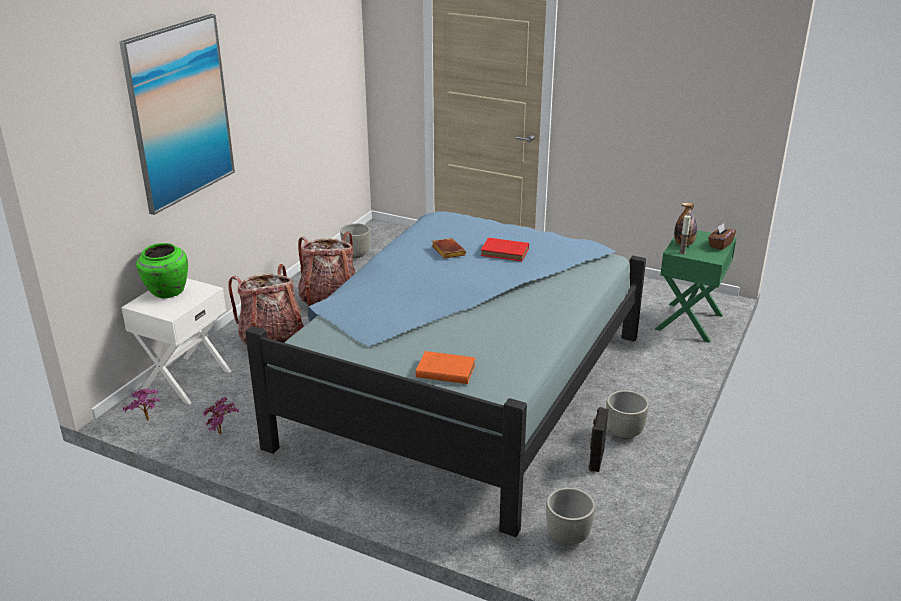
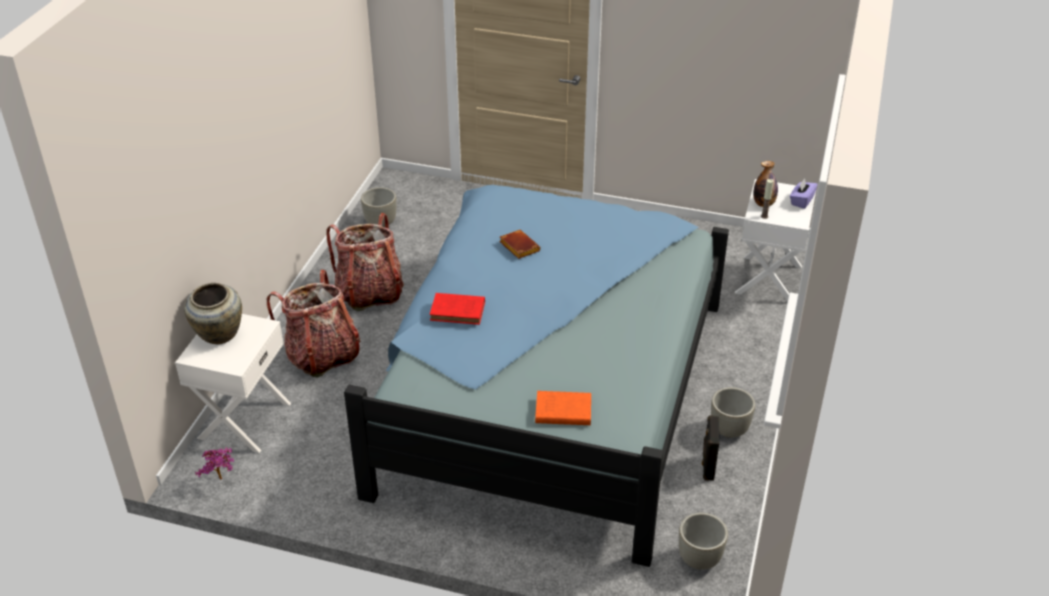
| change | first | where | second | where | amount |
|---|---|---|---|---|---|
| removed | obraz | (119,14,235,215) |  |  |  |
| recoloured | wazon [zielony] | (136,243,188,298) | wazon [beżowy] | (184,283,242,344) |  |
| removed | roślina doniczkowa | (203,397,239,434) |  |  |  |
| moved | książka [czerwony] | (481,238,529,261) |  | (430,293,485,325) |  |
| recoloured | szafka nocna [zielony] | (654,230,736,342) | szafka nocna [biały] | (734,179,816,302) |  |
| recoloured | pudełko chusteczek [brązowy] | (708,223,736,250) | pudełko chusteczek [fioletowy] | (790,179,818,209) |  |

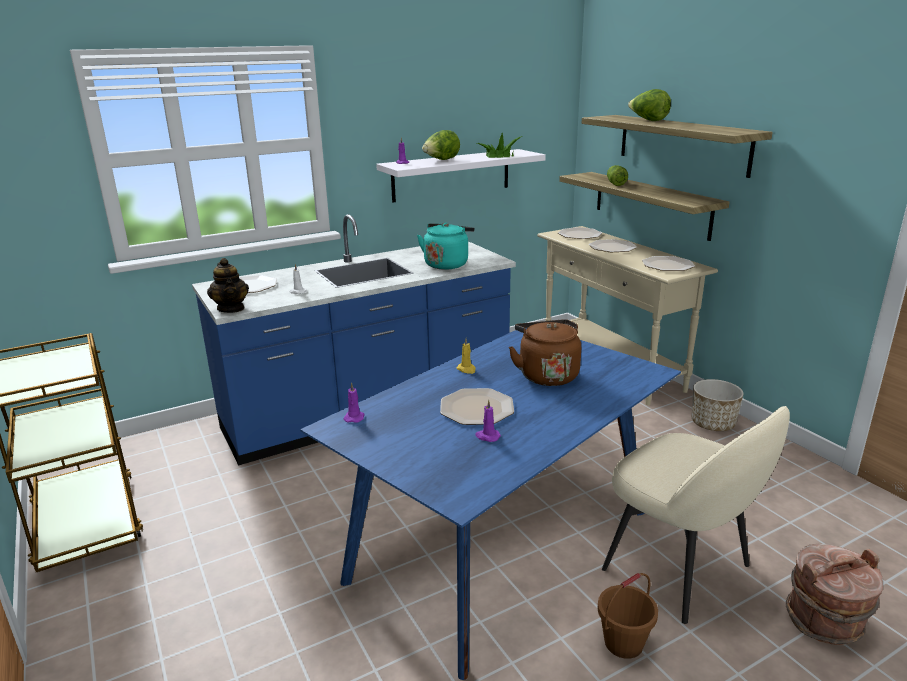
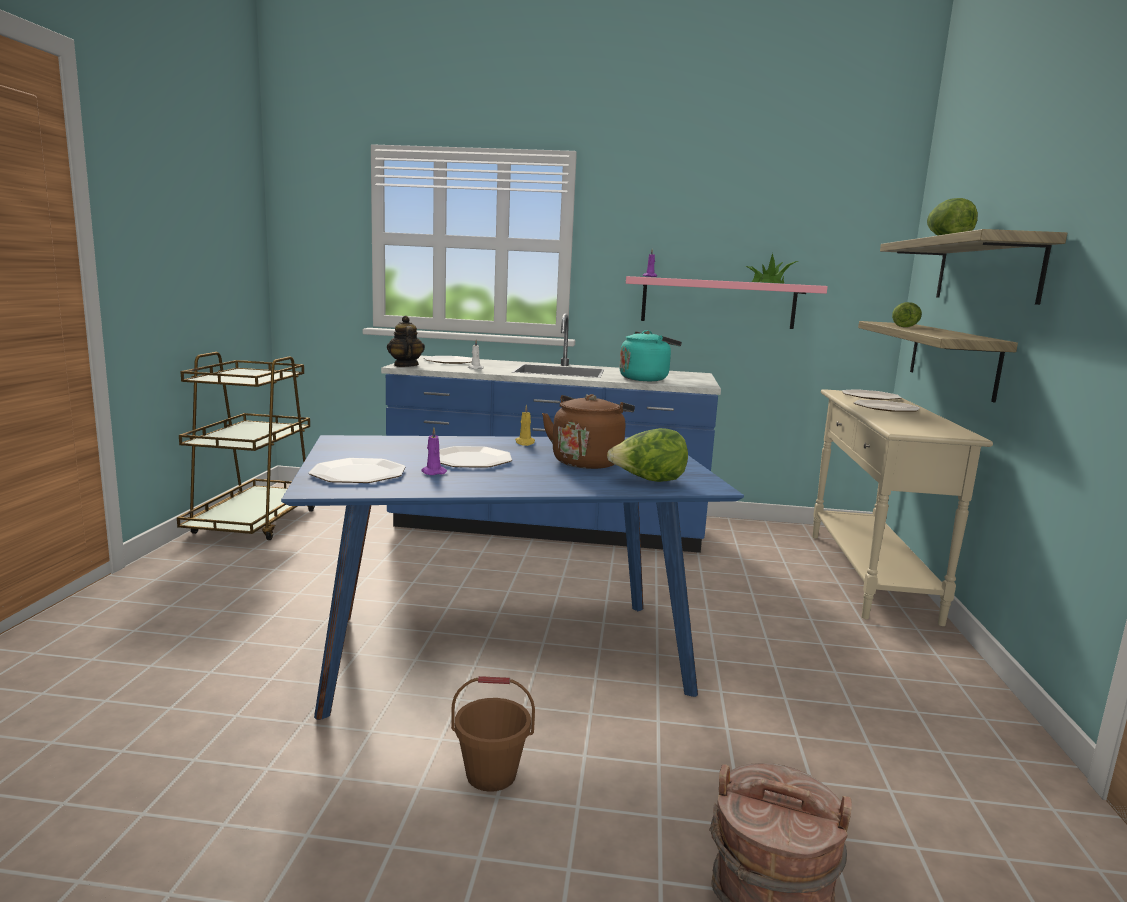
| change | first | where | second | where | amount |
|---|---|---|---|---|---|
| turned | imbryk | (207,258,249,313) |  | (387,316,425,367) | 150 degrees clockwise |
| removed | świeca [fioletowy] | (343,382,365,423) |  |  |  |
| recoloured | półka [biały] | (376,149,546,203) | półka [różowy] | (626,276,828,329) |  |
| moved | sałata | (422,130,460,160) |  | (607,428,688,482) |  |
| removed | krzesło [beżowy] | (602,406,790,624) |  |  |  |
| moved | talerz | (642,256,695,271) |  | (309,458,406,483) |  |
| removed | donica | (692,379,744,431) |  |  |  |

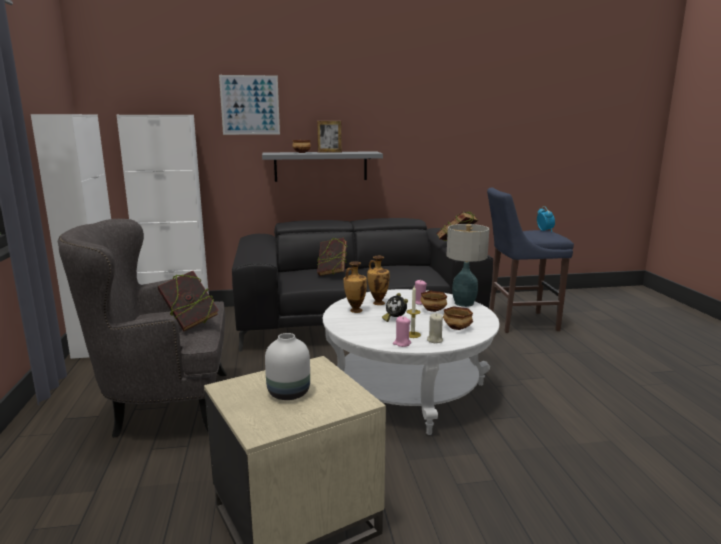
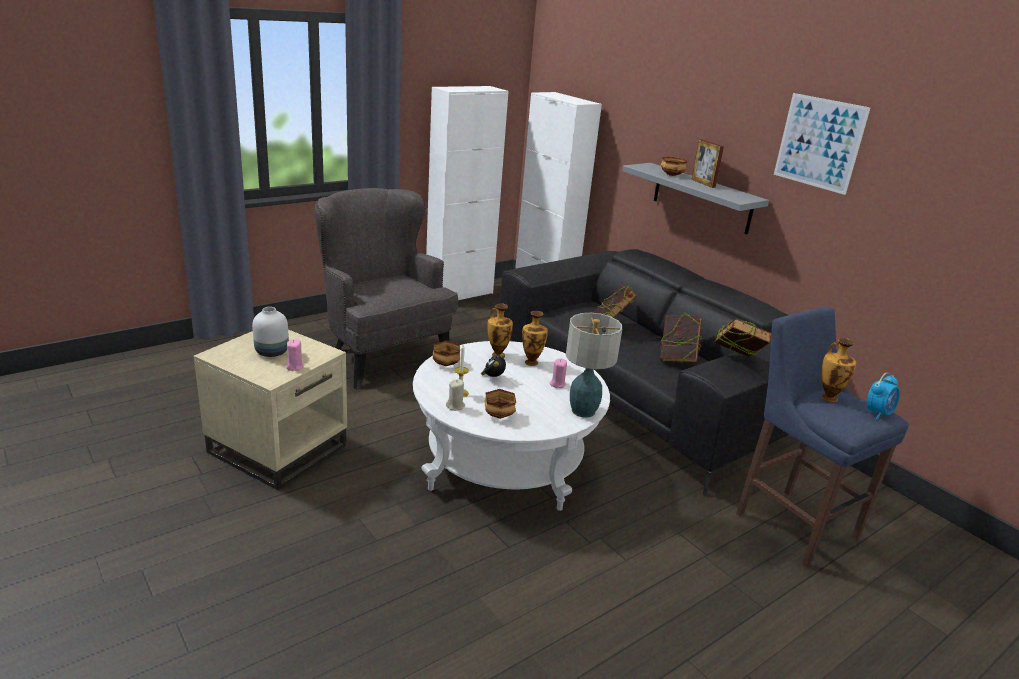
| change | first | where | second | where | amount |
|---|---|---|---|---|---|
| moved | książka | (158,271,219,332) |  | (660,313,703,363) |  |
| moved | obraz | (219,75,280,135) |  | (774,93,870,195) |  |
| moved | świeca [różowy] | (393,316,411,347) |  | (286,339,304,371) |  |
| moved | miska | (420,291,447,312) |  | (433,341,460,366) |  |
| added |  |  | wazon | (821,338,856,403) |  |

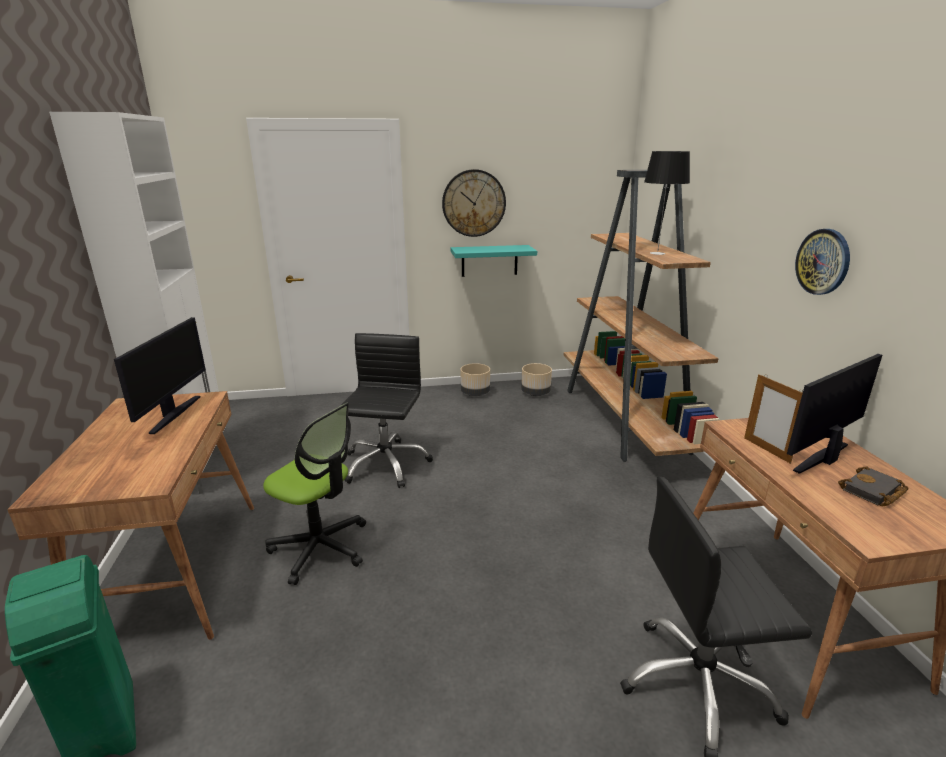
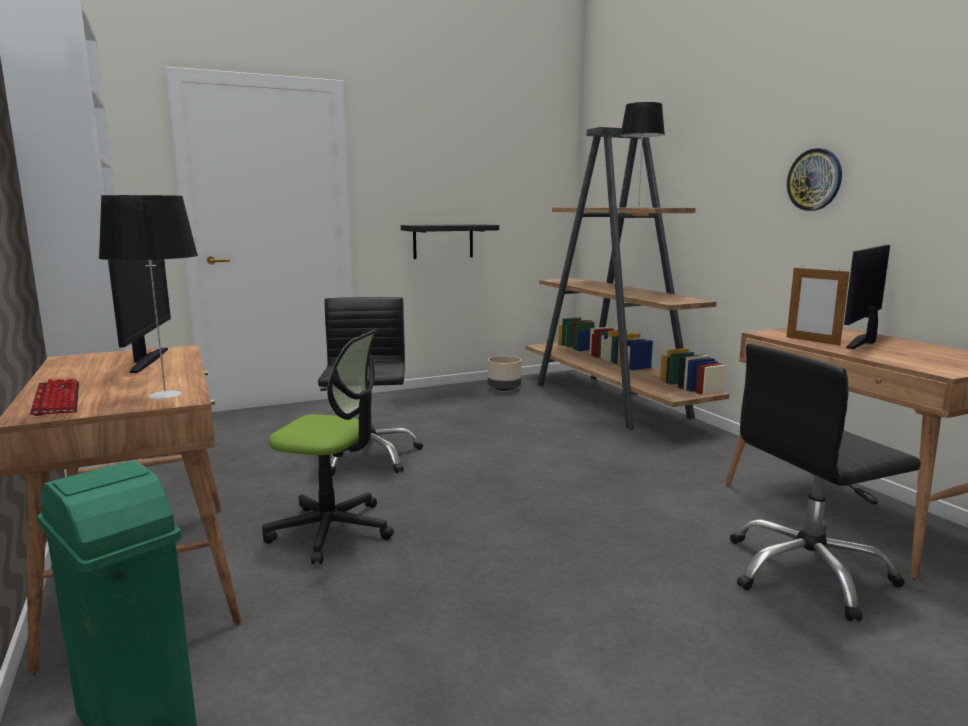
| change | first | where | second | where | amount |
|---|---|---|---|---|---|
| removed | zegar ścienny | (442,169,506,237) |  |  |  |
| recoloured | półka [turkusowy] | (451,245,537,277) | półka [czarny] | (401,224,499,259) |  |
| removed | donica [beżowy] | (460,363,490,396) |  |  |  |
| removed | książka [czarny] | (838,466,909,506) |  |  |  |
| added |  |  | klawiatura | (30,379,79,416) |  |
| added |  |  | lampa stołowa | (99,195,198,399) |  |

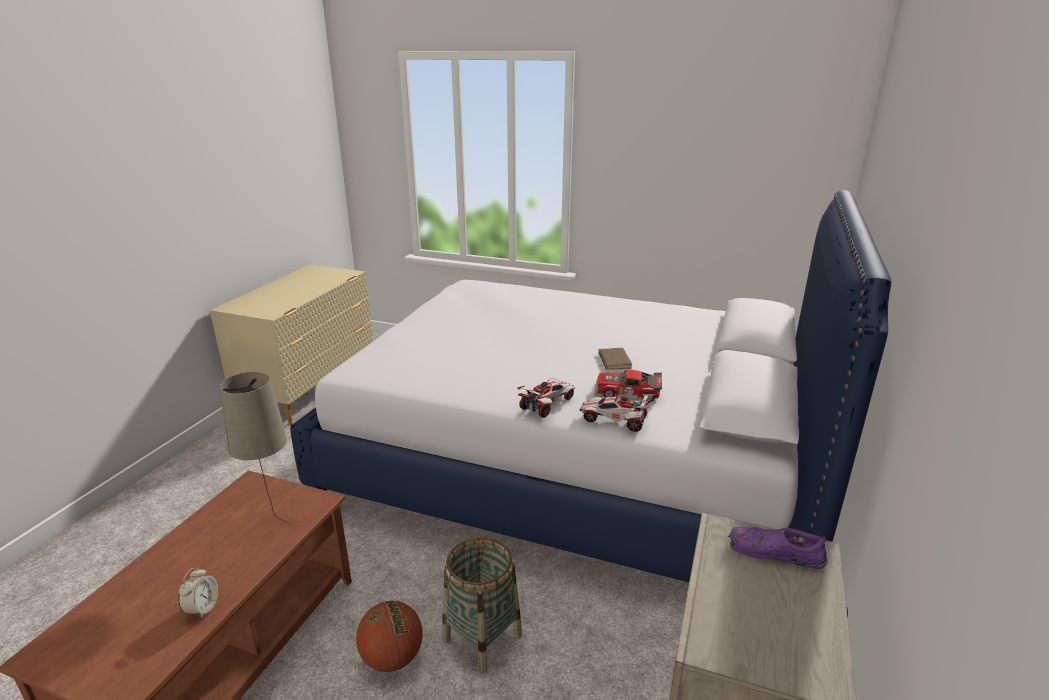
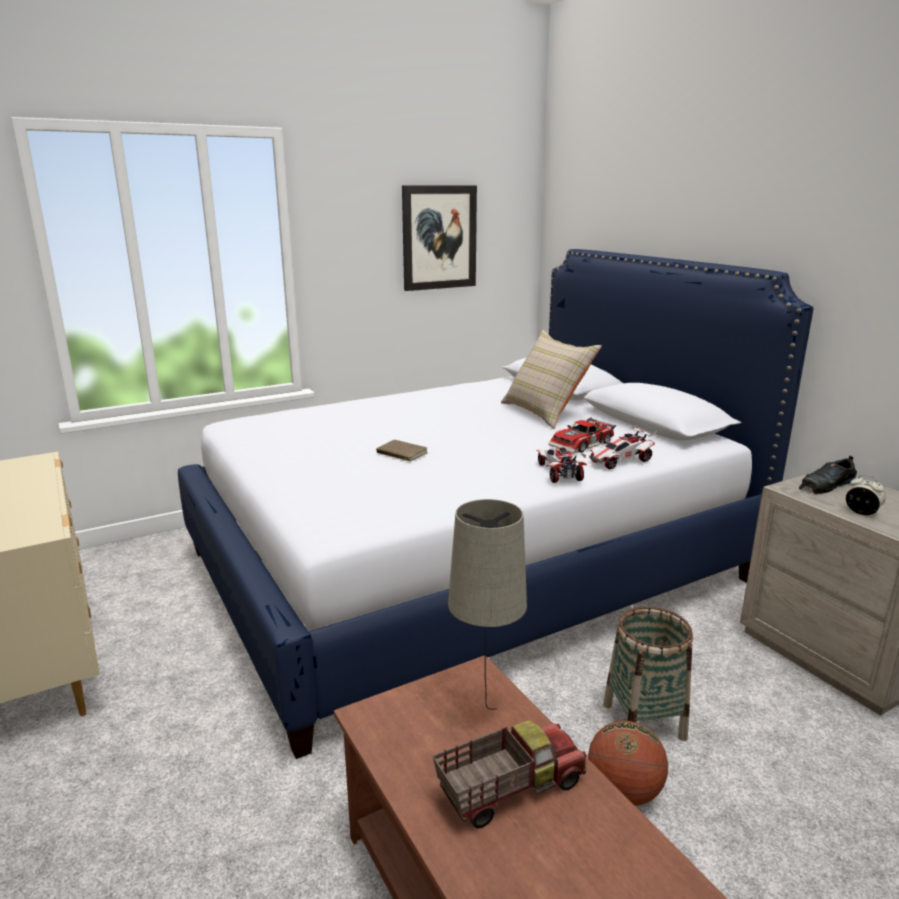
| change | first | where | second | where | amount |
|---|---|---|---|---|---|
| moved | budzik | (178,568,218,618) |  | (846,475,886,515) |  |
| moved | książka [brązowy] | (597,348,632,370) |  | (376,440,428,461) |  |
| recoloured | but [fioletowy] | (728,527,828,569) | but [czarny] | (799,456,857,494) |  |
| added |  |  | obraz | (402,185,477,291) |  |
| added |  |  | ciężarówka zabawkowa | (433,720,587,828) |  |
| added |  |  | poduszka [beżowy] | (501,330,602,429) |  |

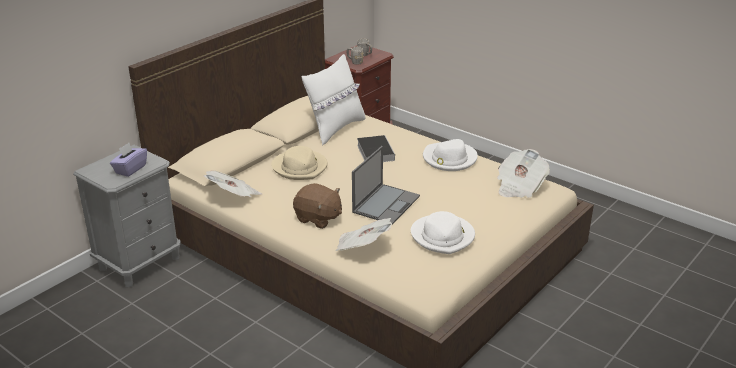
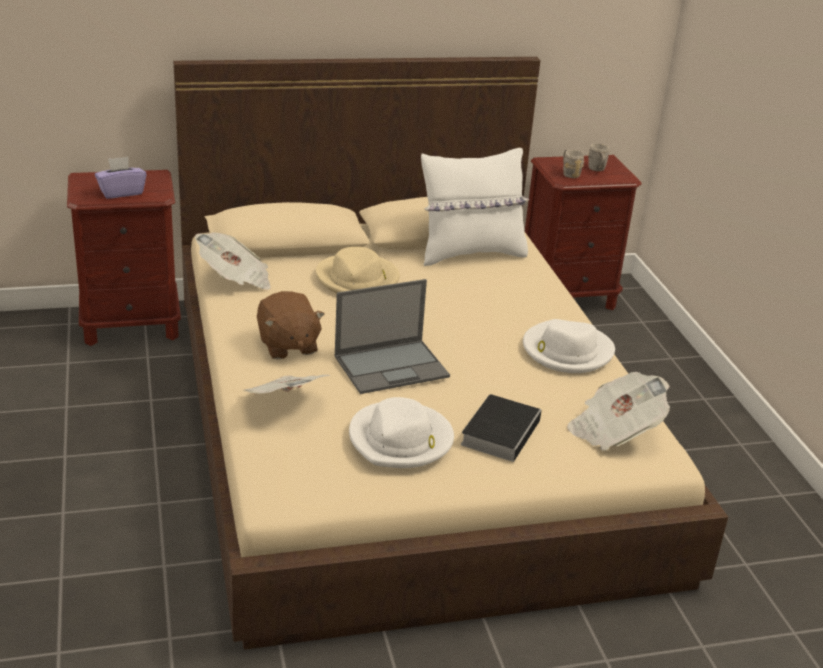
| change | first | where | second | where | amount |
|---|---|---|---|---|---|
| recoloured | szafka nocna [szary] | (73,145,181,287) | szafka nocna [brązowy] | (67,170,181,346) |  |
| moved | książka | (357,135,395,162) |  | (461,394,541,462) |  |

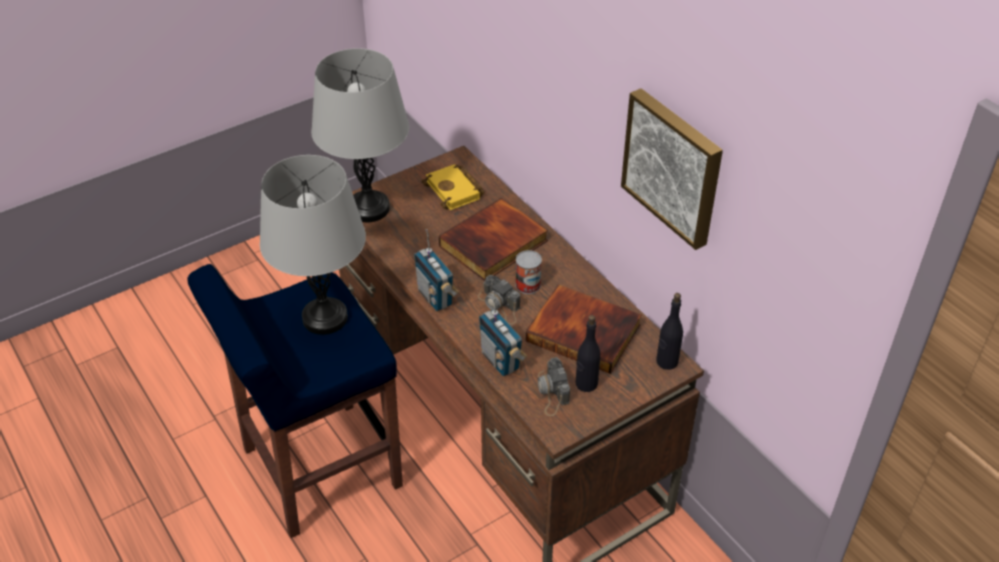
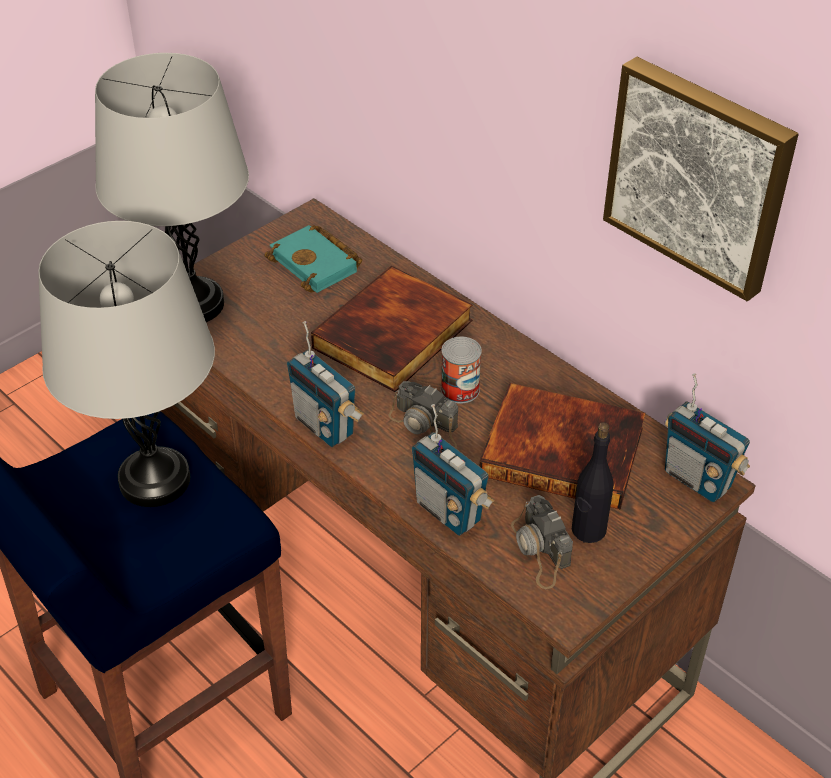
| change | first | where | second | where | amount |
|---|---|---|---|---|---|
| recoloured | książka [żółty] | (421,164,485,210) | książka [turkusowy] | (264,225,362,293) |  |
| replaced | butelka [czarny] | (656,293,683,370) | radio | (665,373,750,502) |  |

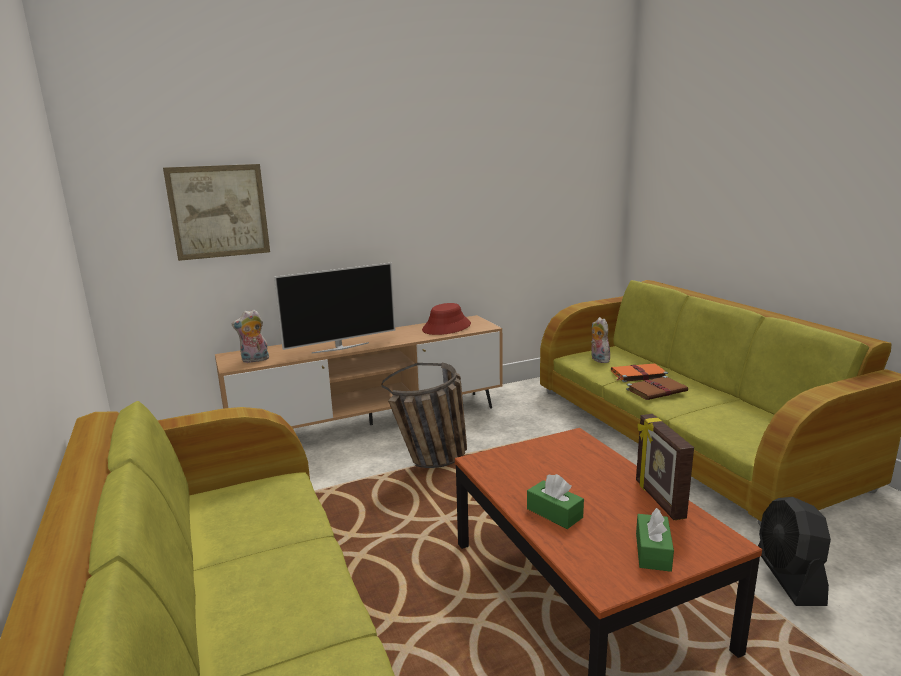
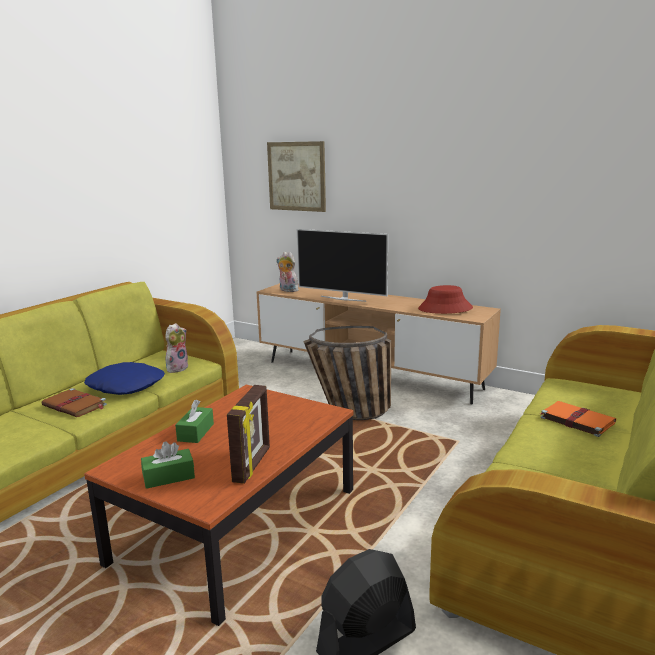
| change | first | where | second | where | amount |
|---|---|---|---|---|---|
| moved | pluszak | (591,317,610,363) |  | (166,323,188,373) |  |
| moved | książka [brązowy] | (626,376,688,400) |  | (41,388,107,417) |  |
| turned | ramka na zdjęcie | (636,414,694,520) |  | (227,385,270,484) | 150 degrees clockwise |
| added |  |  | poduszka [niebieski] | (84,362,165,395) |  |

